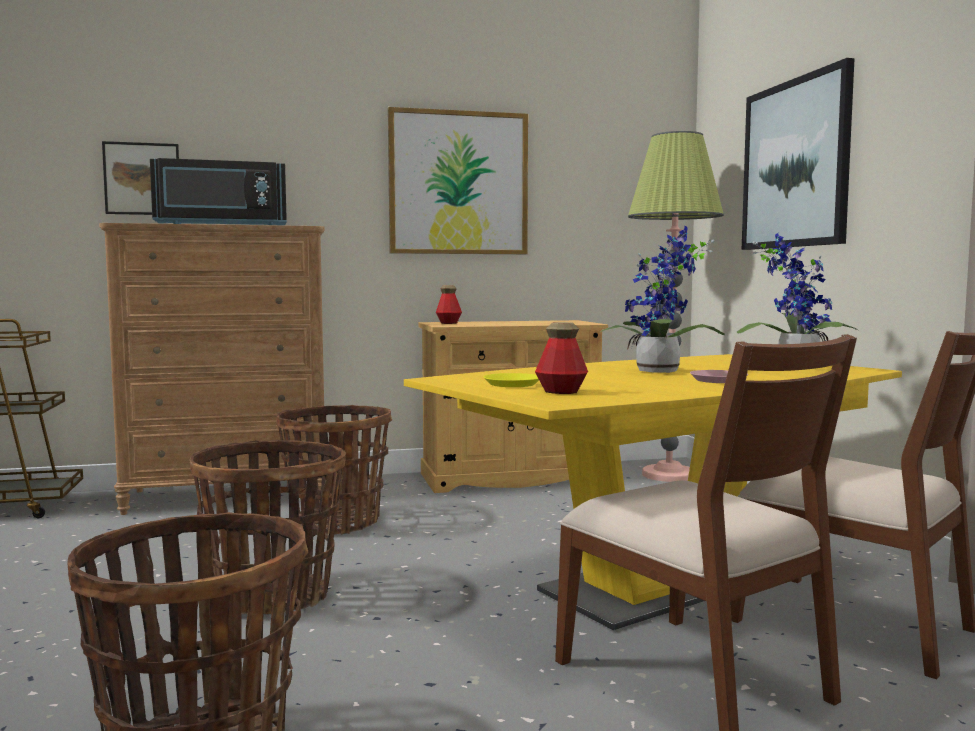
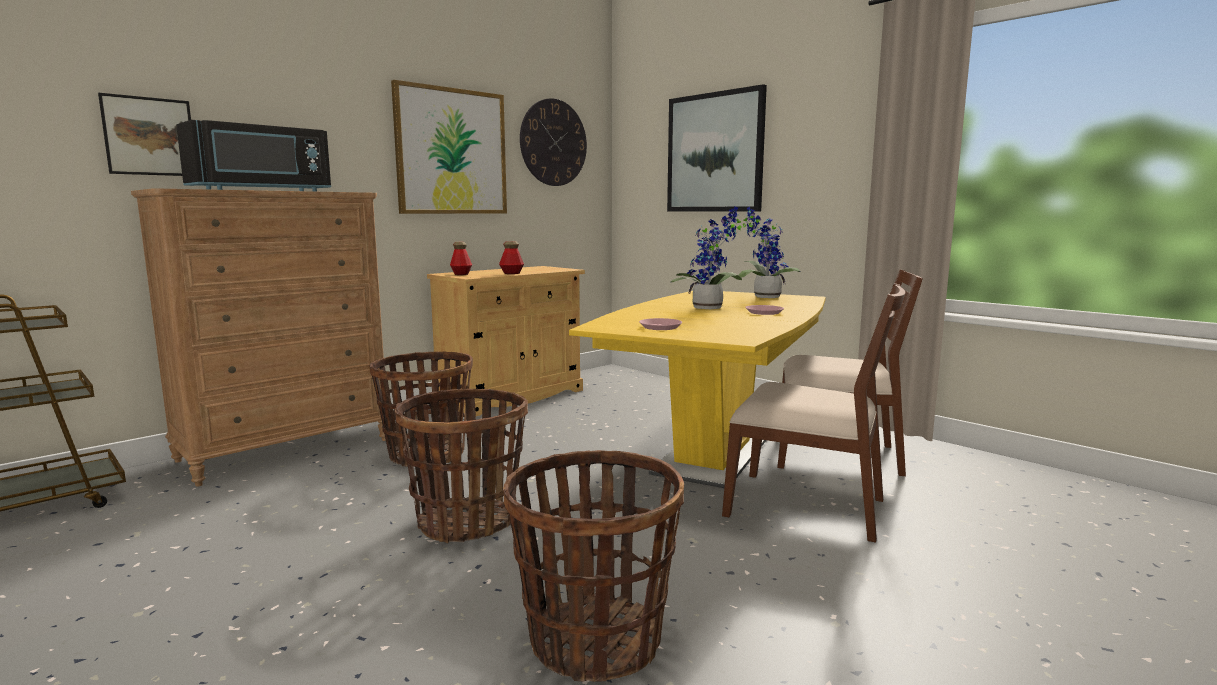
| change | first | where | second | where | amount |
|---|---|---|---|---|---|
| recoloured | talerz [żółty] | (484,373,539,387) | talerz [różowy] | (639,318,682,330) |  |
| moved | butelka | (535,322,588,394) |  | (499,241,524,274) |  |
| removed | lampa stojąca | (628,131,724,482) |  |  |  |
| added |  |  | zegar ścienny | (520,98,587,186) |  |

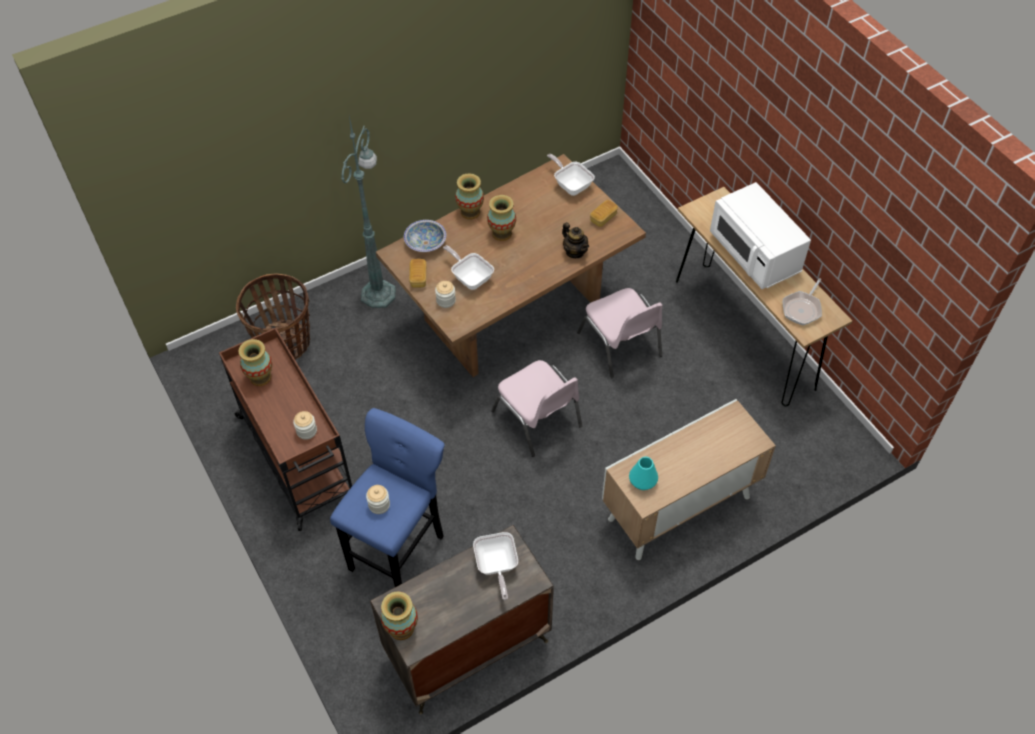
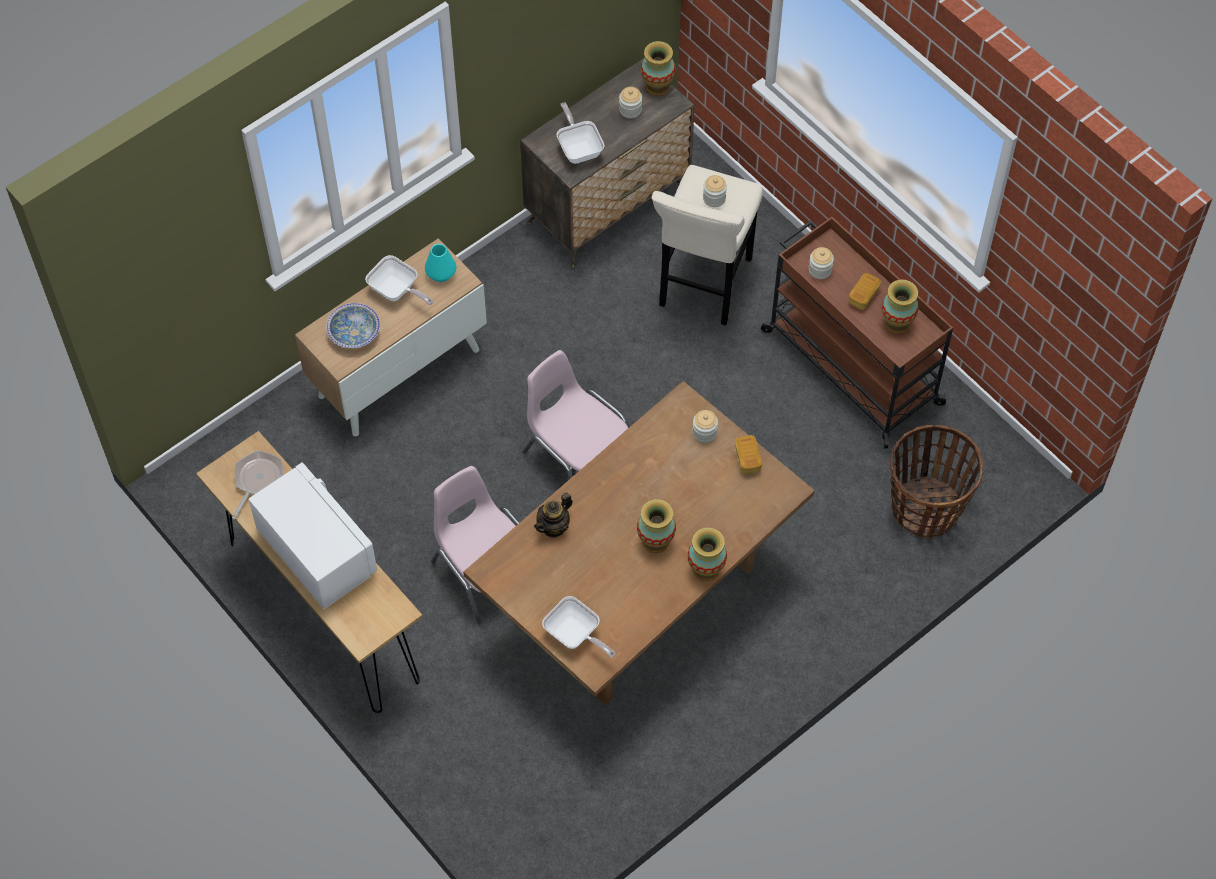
| change | first | where | second | where | amount |
|---|---|---|---|---|---|
| recoloured | stołek [niebieski] | (330,408,444,587) | stołek [beżowy] | (652,165,763,326) |  |
| removed | lampa stojąca [zielony] | (341,116,396,308) |  |  |  |
| moved | miska | (404,220,446,252) |  | (326,303,380,348) |  |
| moved | patelnia | (443,245,494,290) |  | (365,255,433,305) |  |
| turned | imbryk | (562,222,589,258) |  | (534,492,573,538) | 90 degrees counterclockwise |
| moved | chleb | (590,200,618,227) |  | (849,273,881,310) |  |
| added |  |  | słoik | (619,87,642,119) |  |

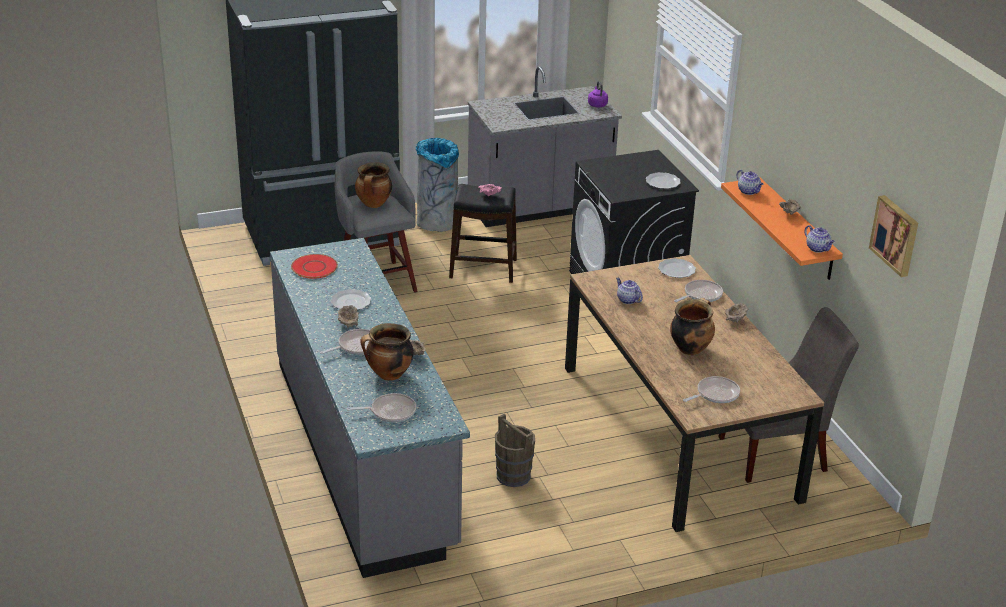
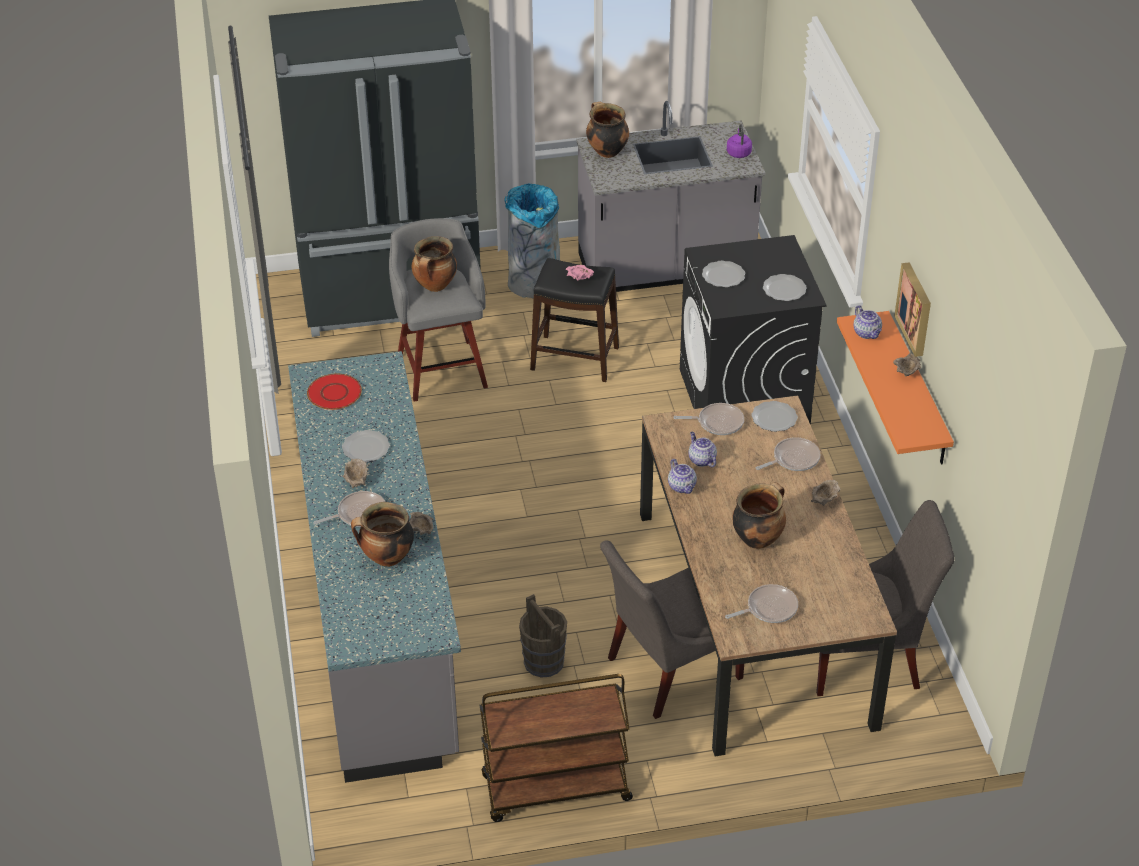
| change | first | where | second | where | amount |
|---|---|---|---|---|---|
| moved | patelnia | (346,393,416,422) |  | (674,403,744,435) |  |
| moved | imbryk | (805,225,835,253) |  | (668,459,697,494) |  |
| moved | obraz | (869,195,918,277) |  | (894,262,931,357) |  |
| added |  |  | wózek [brązowy] | (480,674,633,822) |  |
| added |  |  | garnek | (586,102,629,158) |  |
| added |  |  | krzesło [szary] | (600,540,744,719) |  |
| added |  |  | talerz | (702,261,745,287) |  |

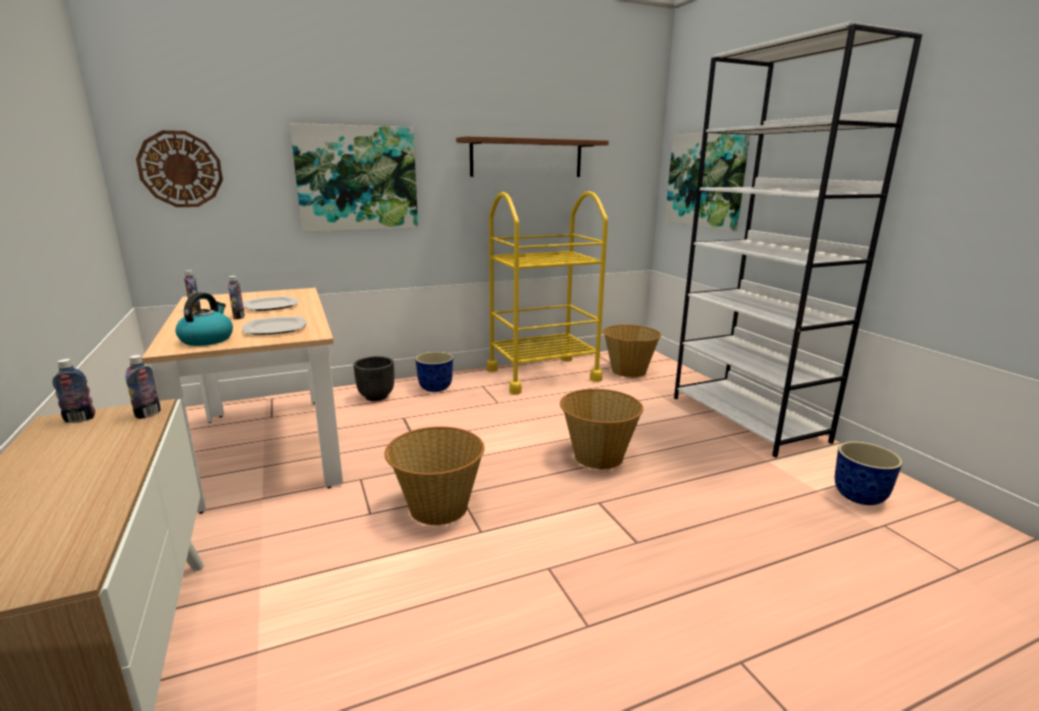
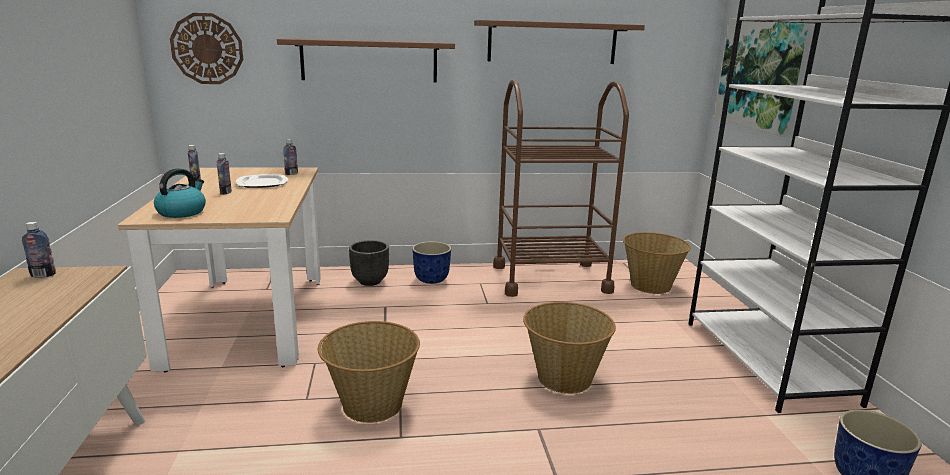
| change | first | where | second | where | amount |
|---|---|---|---|---|---|
| moved | butelka | (126,355,161,419) |  | (283,139,298,175) |  |
| removed | talerz | (242,316,307,335) |  |  |  |
| replaced | obraz | (290,123,418,232) | półka [brązowy] | (277,38,455,82) |  |
| recoloured | wózek [żółty] | (487,191,608,394) | wózek [brązowy] | (493,79,629,297) |  |

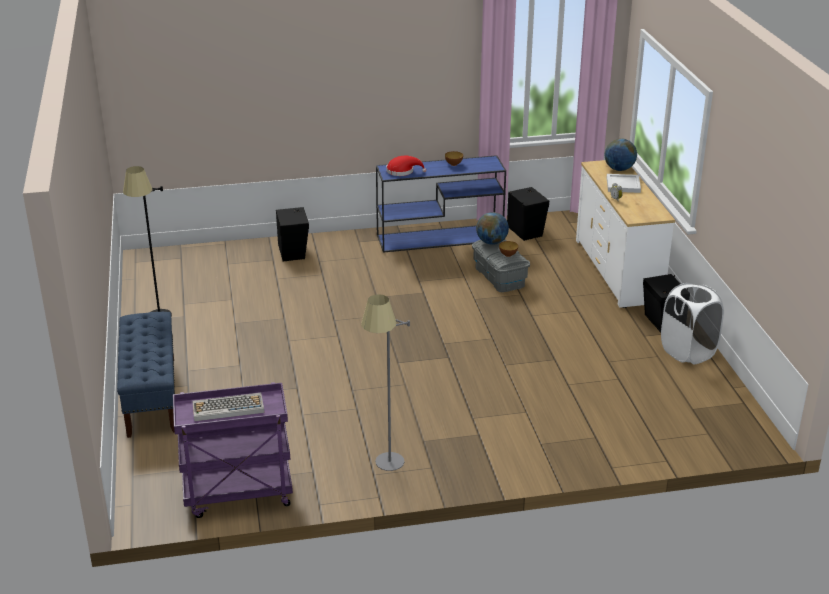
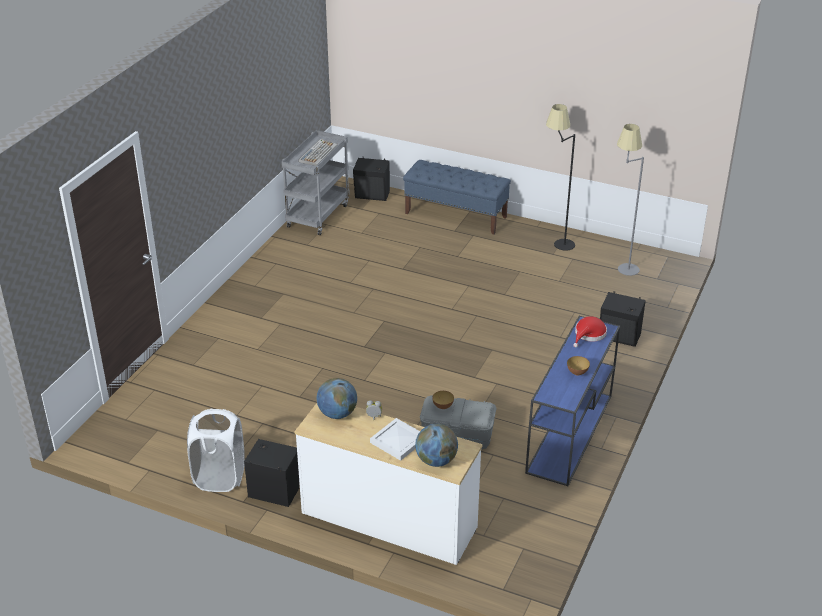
| change | first | where | second | where | amount |
|---|---|---|---|---|---|
| recoloured | wózek [fioletowy] | (173,382,293,518) | wózek [szary] | (281,130,350,235) |  |
| moved | lampa stojąca [szary] | (361,294,410,471) |  | (617,124,644,276) |  |
| moved | globus | (476,212,509,245) |  | (316,378,357,419) |  |
| moved | głośnik [czarny] | (507,187,549,241) |  | (353,157,390,201) |  |

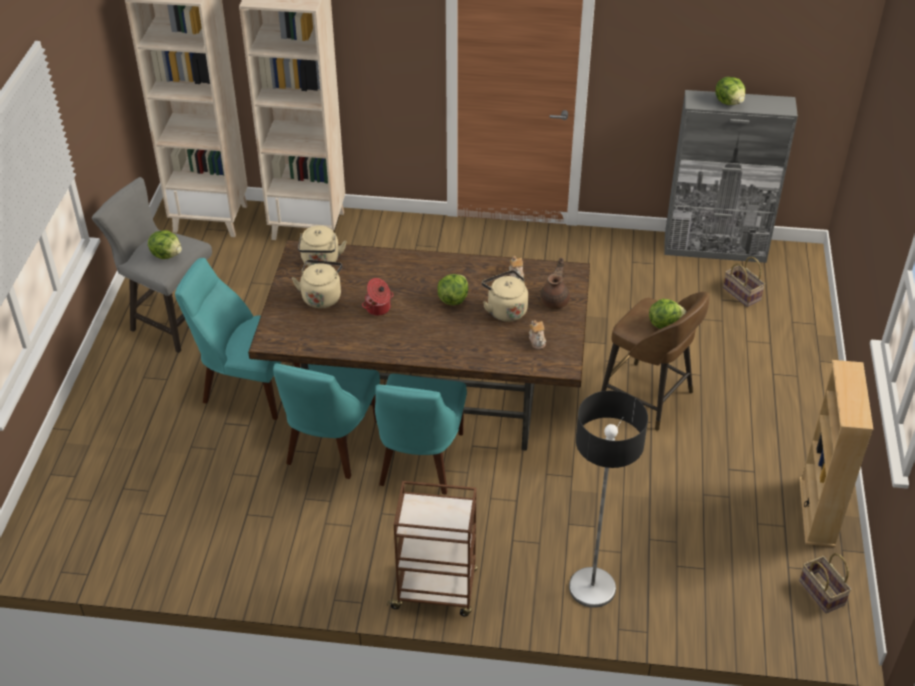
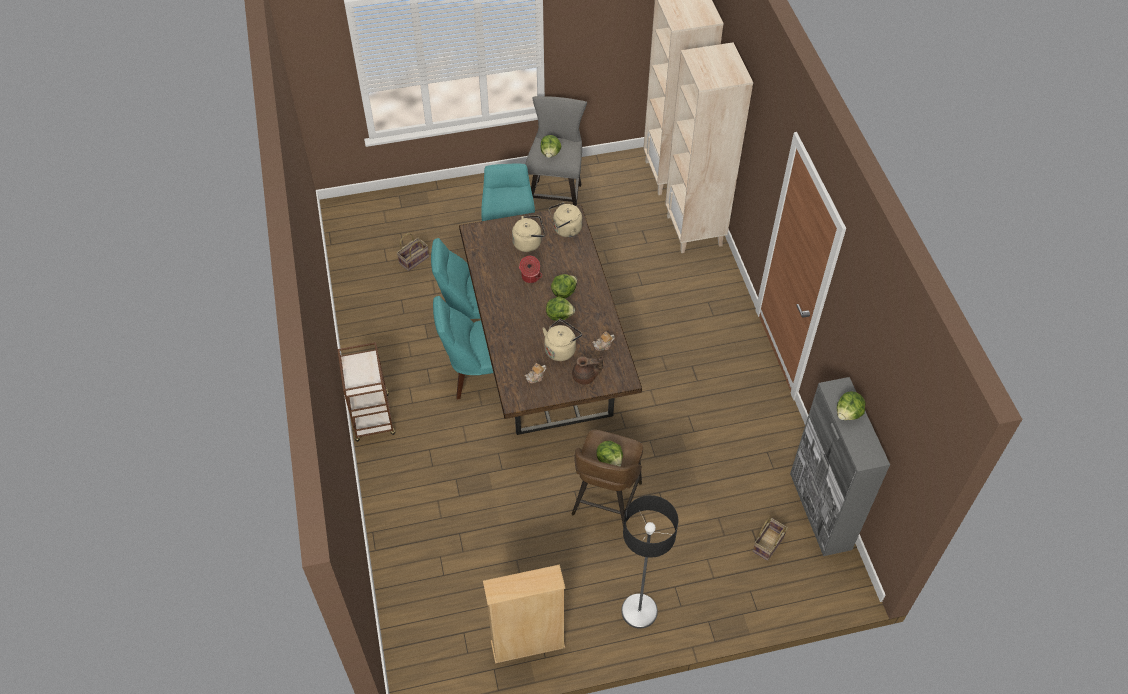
| change | first | where | second | where | amount |
|---|---|---|---|---|---|
| moved | lampa stojąca | (569,390,648,608) |  | (621,495,678,629) |  |
| moved | koszyk | (799,553,852,613) |  | (397,233,429,271) |  |
| added |  |  | sałata | (551,274,577,298) |  |

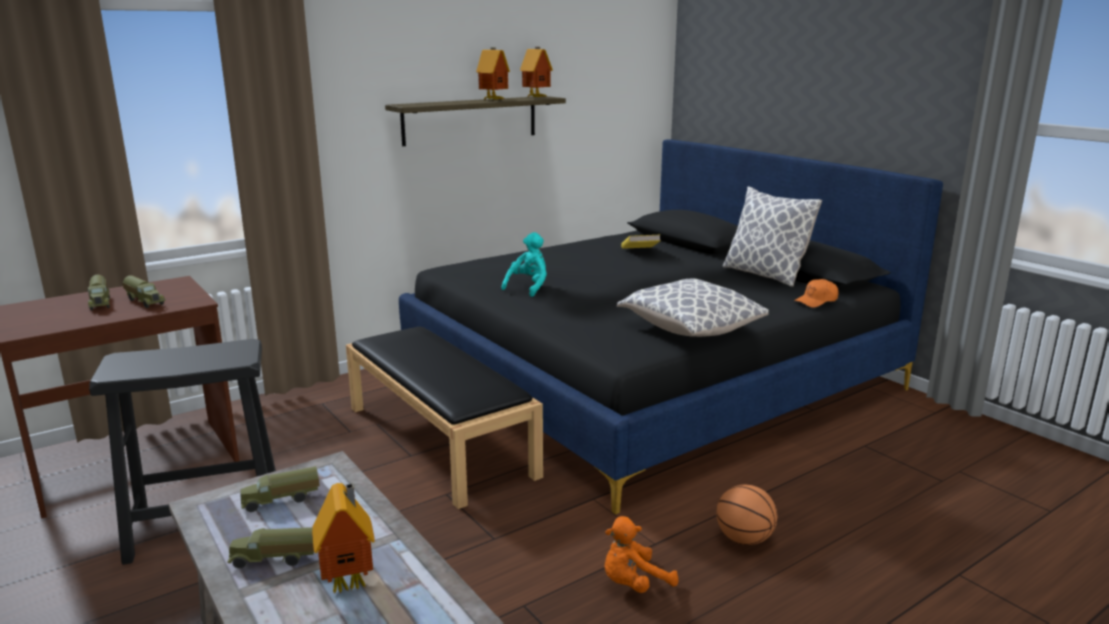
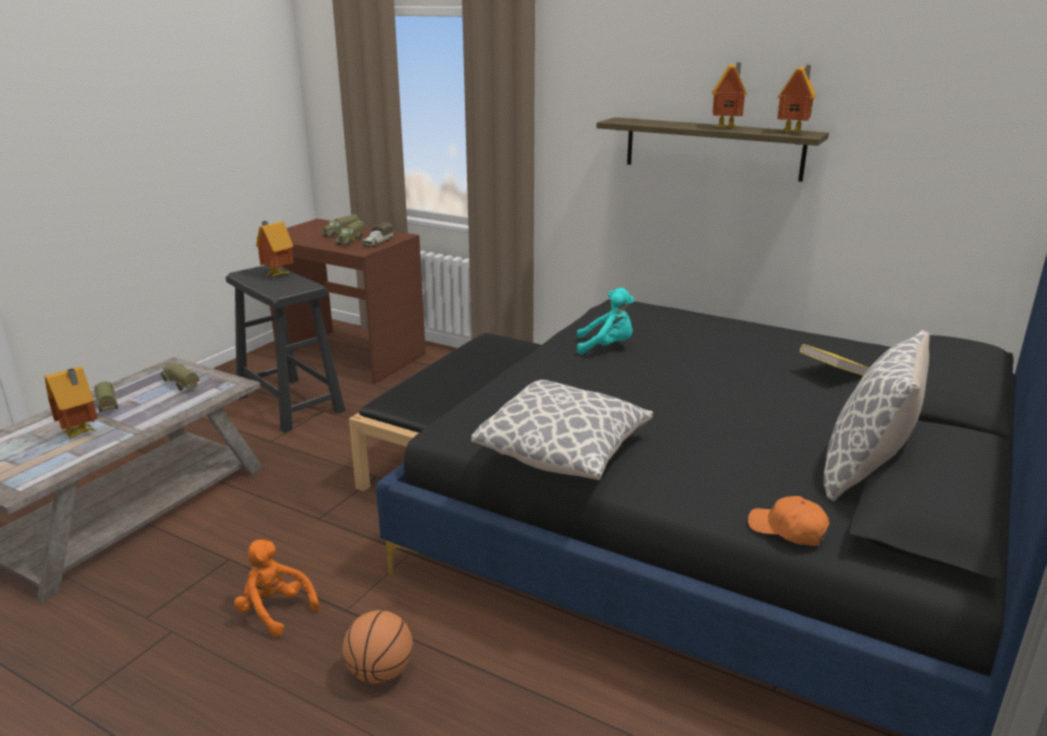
| change | first | where | second | where | amount |
|---|---|---|---|---|---|
| added |  |  | domek | (256,221,293,278) |  |
| added |  |  | ciężarówka zabawkowa | (362,222,393,247) |  |

